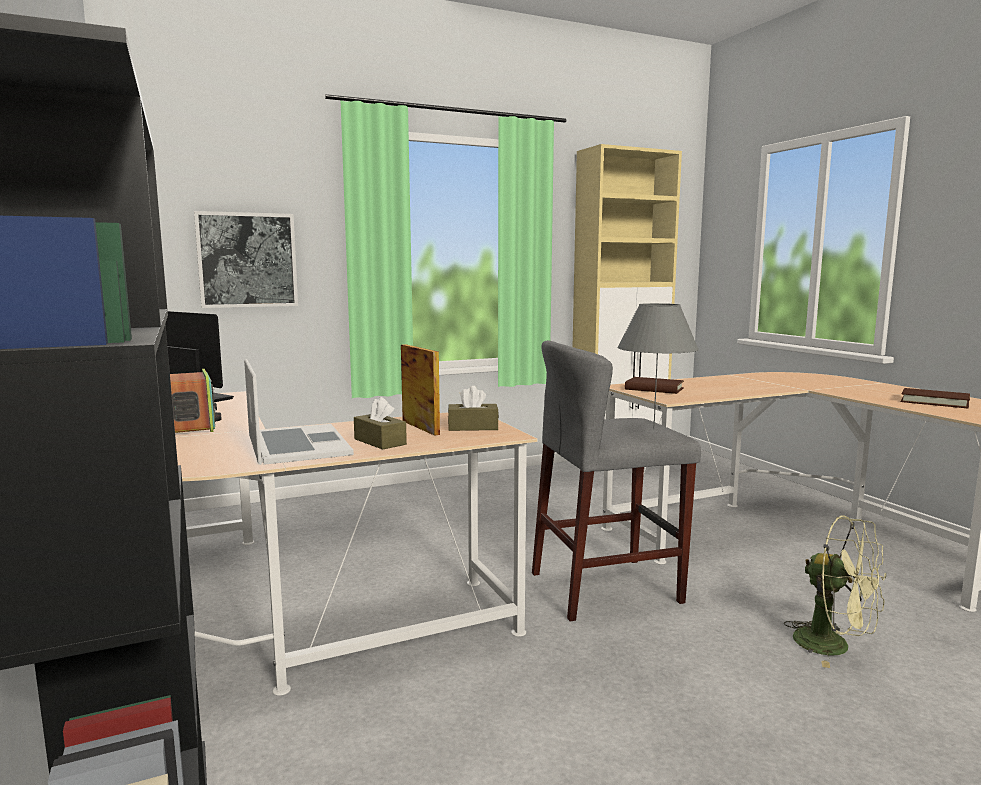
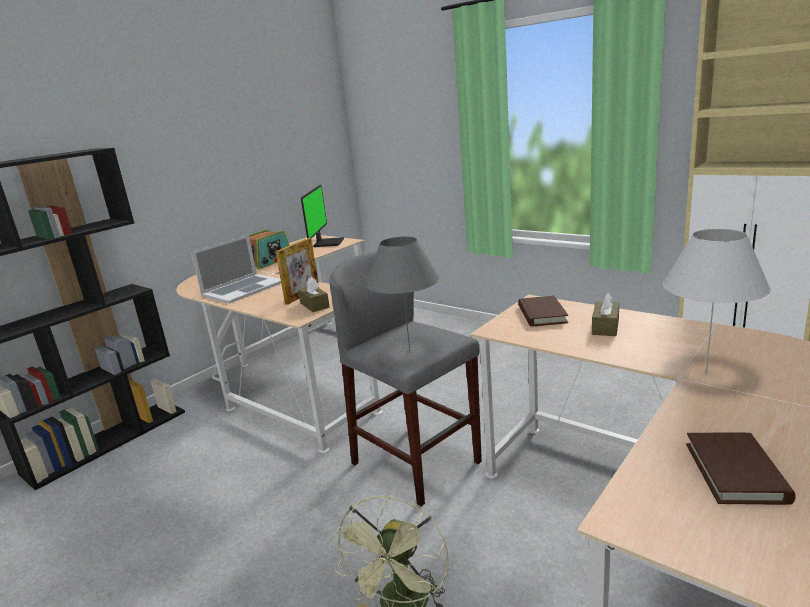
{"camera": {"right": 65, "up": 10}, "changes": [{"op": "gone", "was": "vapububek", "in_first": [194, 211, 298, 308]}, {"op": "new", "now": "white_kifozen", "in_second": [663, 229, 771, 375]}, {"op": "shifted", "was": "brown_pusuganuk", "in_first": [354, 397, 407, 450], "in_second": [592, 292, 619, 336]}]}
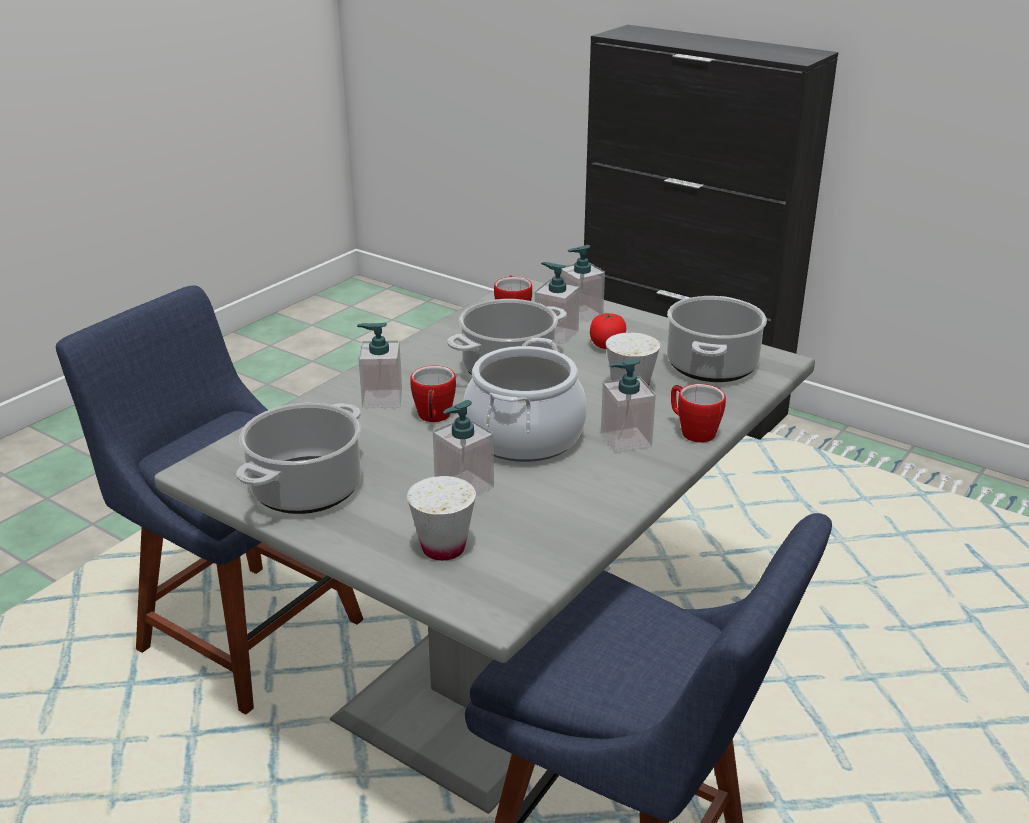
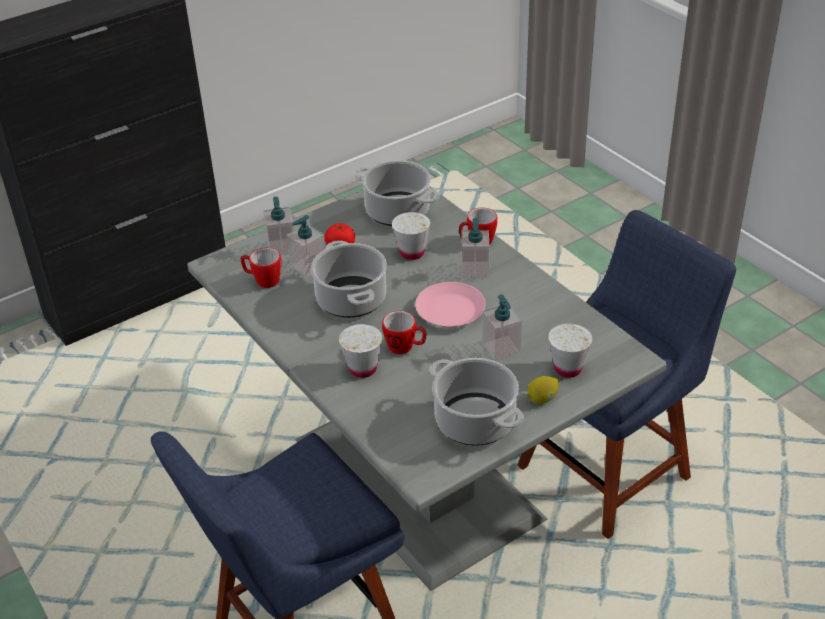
{"camera": {"right": -70, "up": 10}, "changes": [{"op": "new", "now": "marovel", "in_second": [527, 376, 560, 404]}, {"op": "swapped", "was": "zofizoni", "now": "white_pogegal", "in_first": [357, 323, 402, 408], "in_second": [339, 324, 382, 378]}, {"op": "swapped", "was": "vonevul", "now": "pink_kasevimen", "in_first": [464, 338, 587, 462], "in_second": [415, 282, 486, 327]}]}
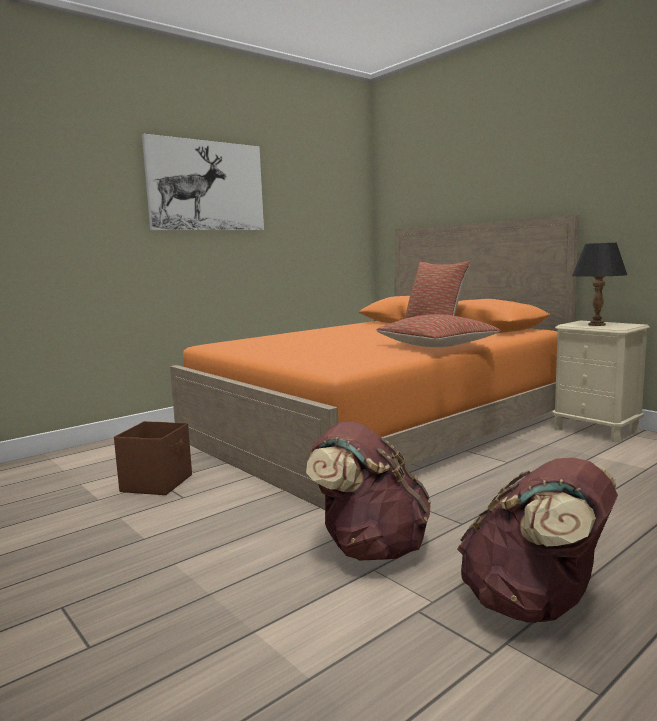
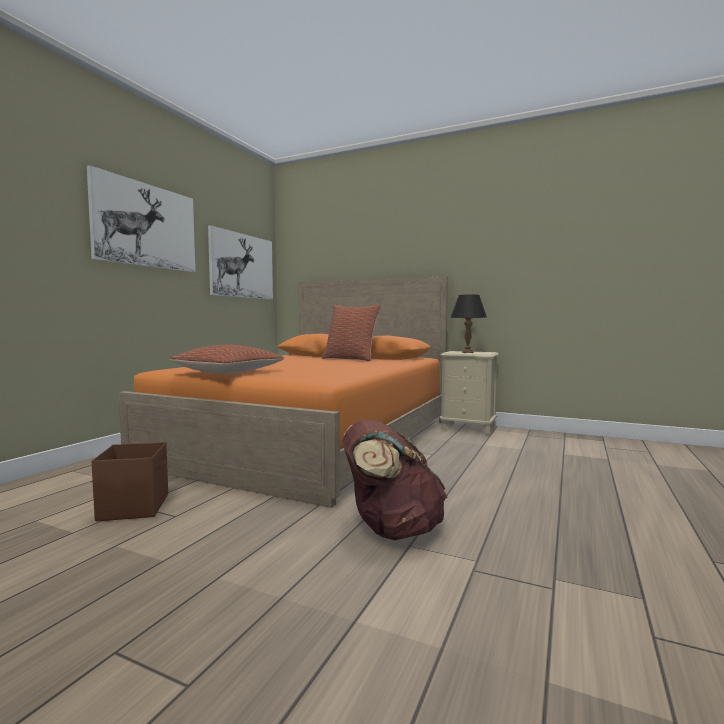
{"camera": {"right": -25, "up": -5}, "changes": [{"op": "gone", "was": "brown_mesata", "in_first": [457, 457, 618, 623]}, {"op": "new", "now": "vapububek", "in_second": [208, 225, 273, 299]}, {"op": "shifted", "was": "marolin", "in_first": [376, 314, 500, 347], "in_second": [169, 345, 284, 374]}]}
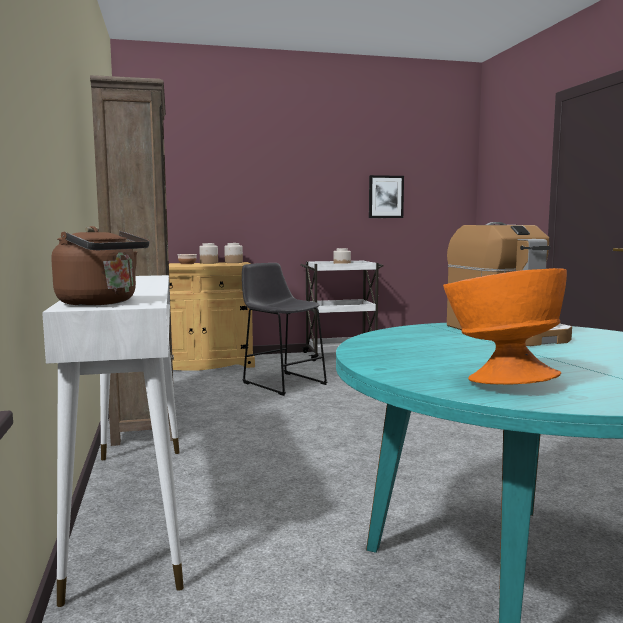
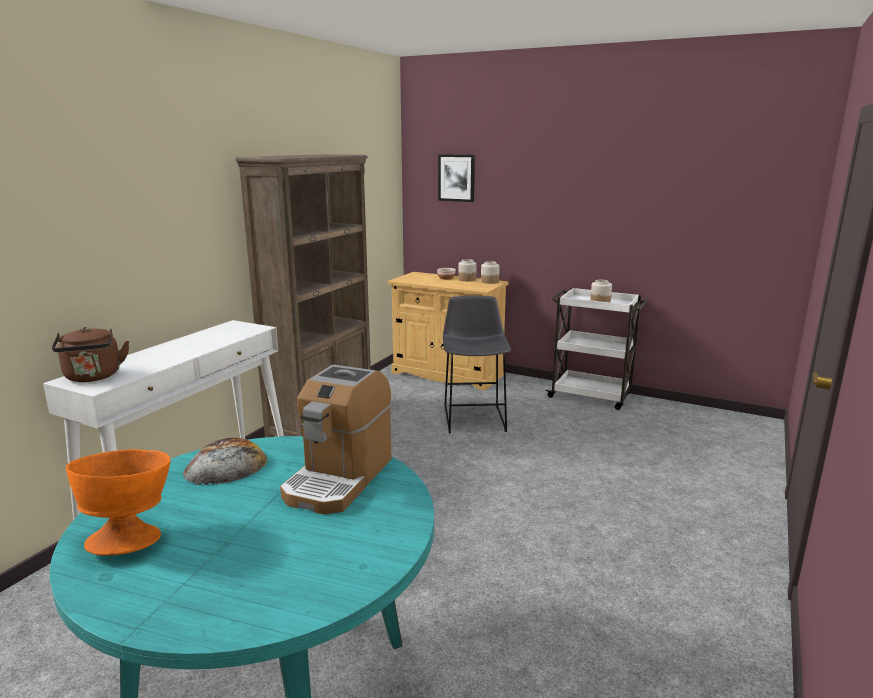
{"camera": {"right": 40, "up": 10}, "changes": [{"op": "new", "now": "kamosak", "in_second": [183, 437, 267, 485]}, {"op": "shifted", "was": "vapububek", "in_first": [369, 175, 404, 218], "in_second": [438, 154, 475, 202]}]}
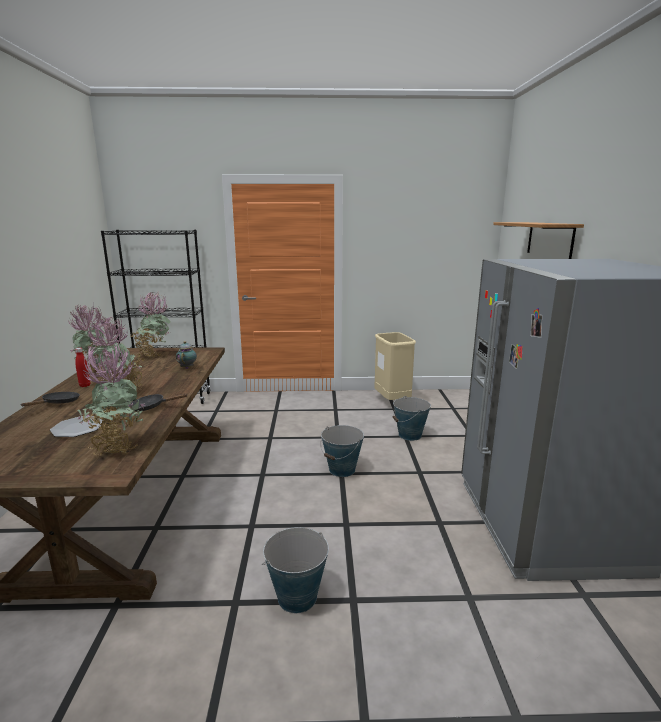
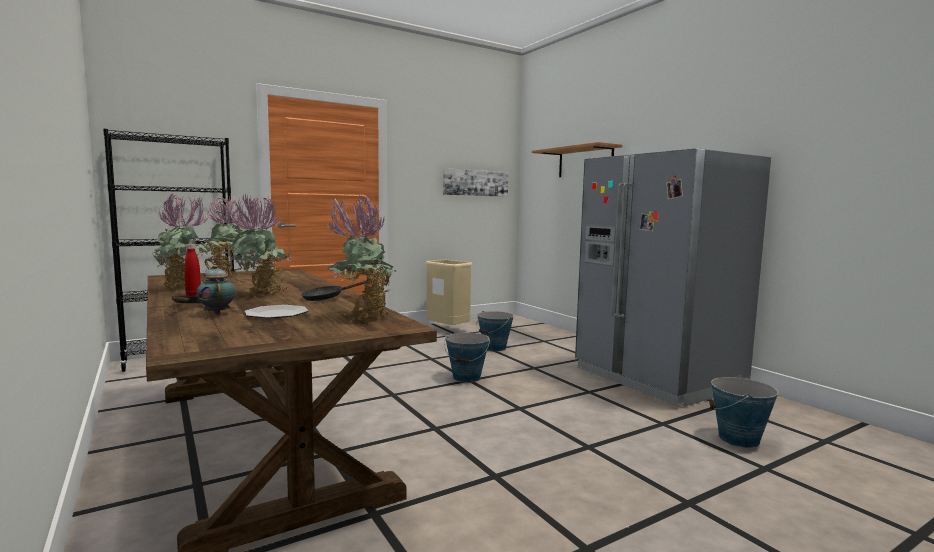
{"camera": {"right": -30, "up": -10}, "changes": [{"op": "new", "now": "vapububek", "in_second": [443, 168, 508, 197]}, {"op": "shifted", "was": "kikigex", "in_first": [176, 341, 197, 369], "in_second": [197, 265, 236, 315]}, {"op": "shifted", "was": "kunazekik", "in_first": [262, 527, 329, 613], "in_second": [709, 375, 778, 448]}]}
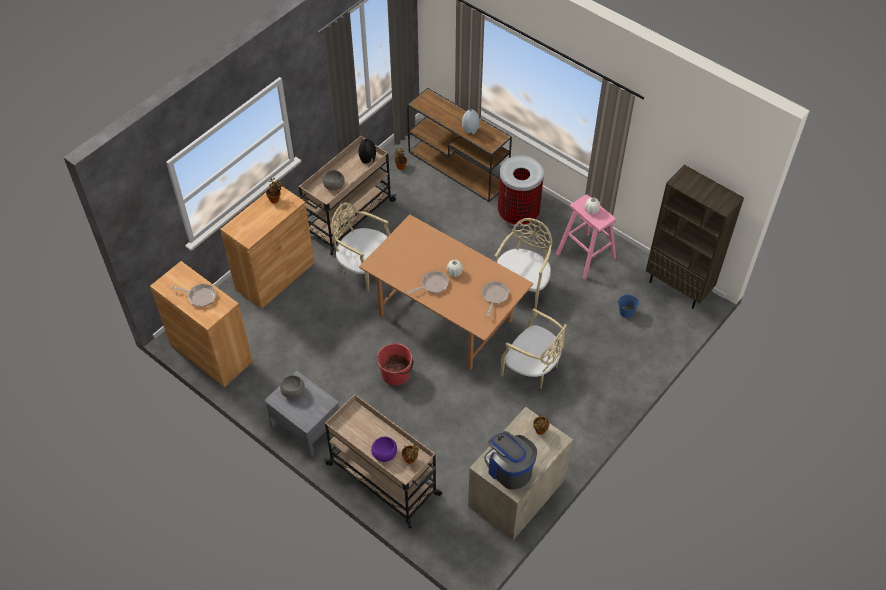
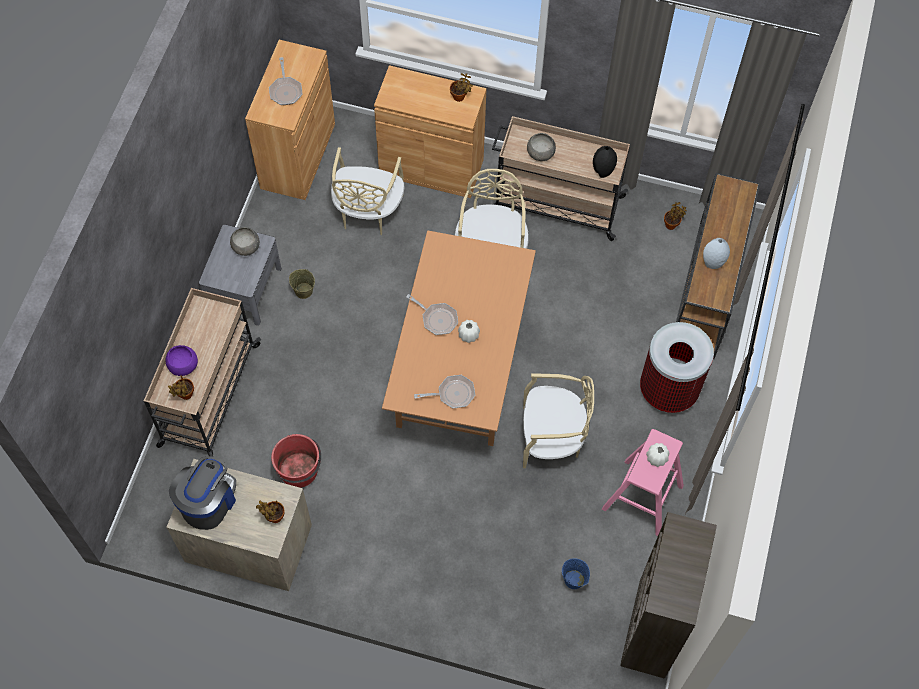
{"camera": {"right": 65, "up": 10}, "changes": [{"op": "new", "now": "beige_kunazekik", "in_second": [289, 269, 315, 299]}, {"op": "shifted", "was": "red_kunazekik", "in_first": [377, 343, 413, 386], "in_second": [271, 434, 321, 488]}, {"op": "shifted", "was": "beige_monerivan", "in_first": [501, 308, 567, 389], "in_second": [331, 147, 404, 235]}]}
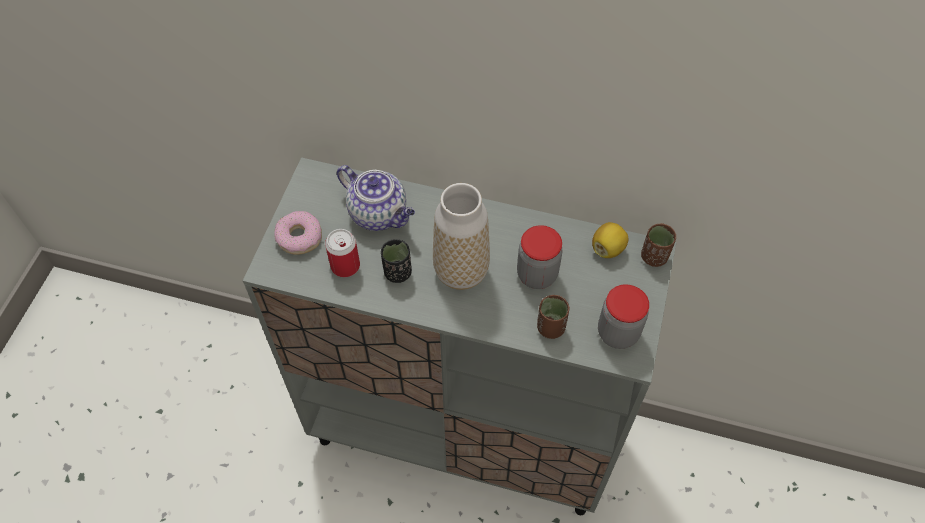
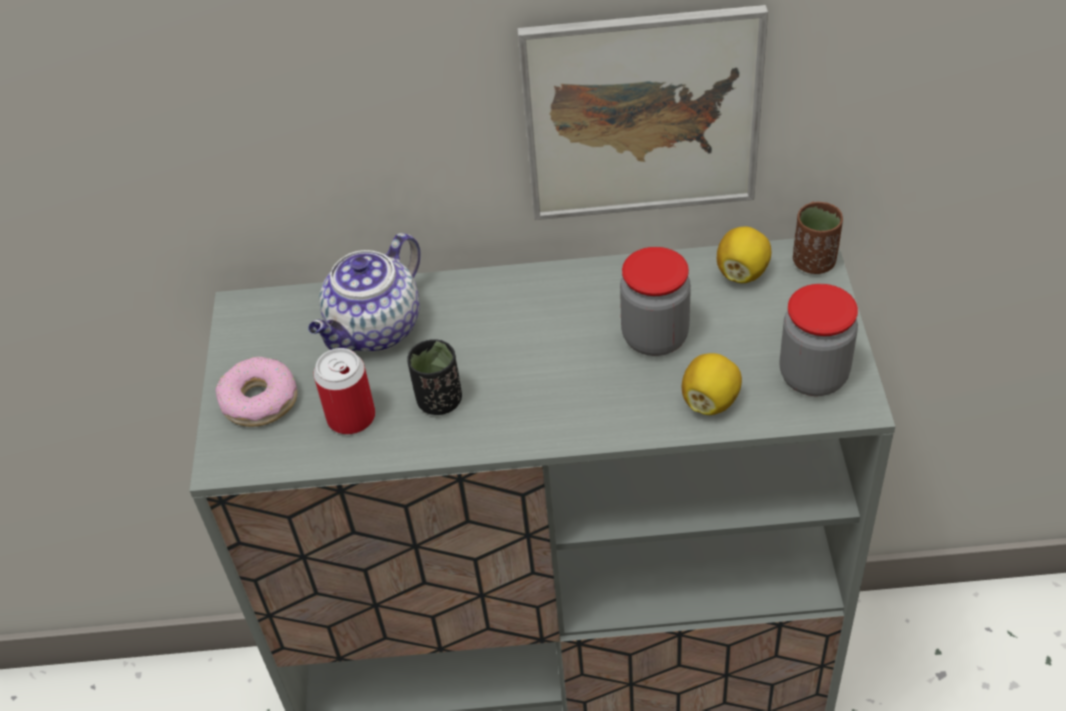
{"camera": {"right": -15, "up": -10}, "changes": [{"op": "gone", "was": "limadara", "in_first": [433, 183, 490, 290]}, {"op": "new", "now": "vapububek", "in_second": [517, 5, 768, 220]}, {"op": "swapped", "was": "brown_pogegal", "now": "marovel", "in_first": [537, 295, 570, 339], "in_second": [682, 353, 742, 415]}, {"op": "rotated", "was": "kikigex", "in_first": [337, 165, 415, 231], "in_second": [308, 233, 421, 351], "clockwise": 105}]}
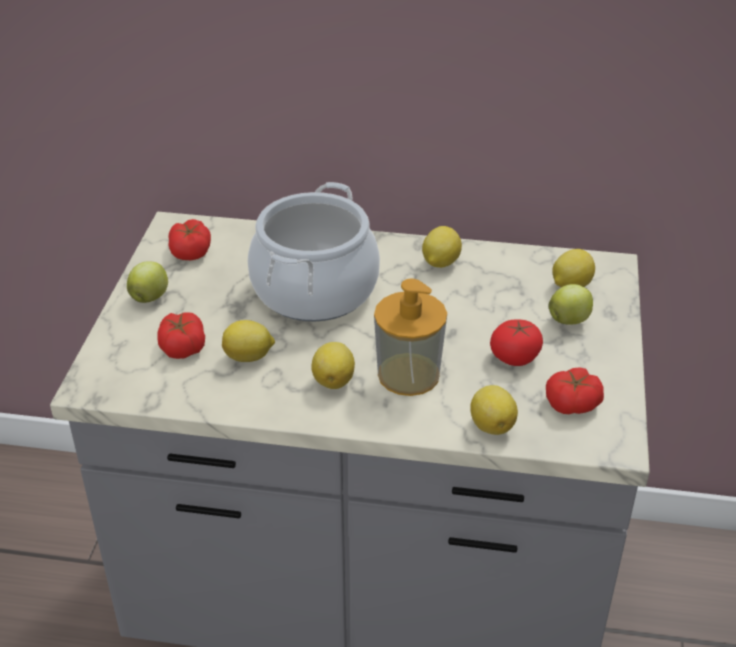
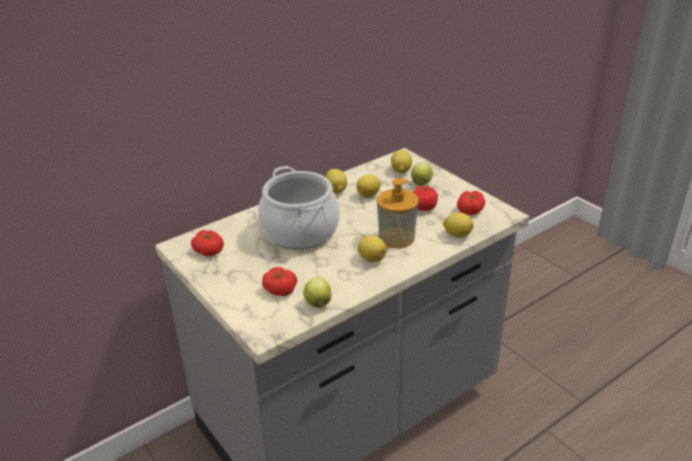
{"camera": {"right": -45, "up": -5}, "changes": [{"op": "shifted", "was": "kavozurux", "in_first": [127, 262, 168, 303], "in_second": [303, 277, 332, 308]}, {"op": "shifted", "was": "marovel", "in_first": [222, 320, 275, 362], "in_second": [357, 174, 381, 198]}]}
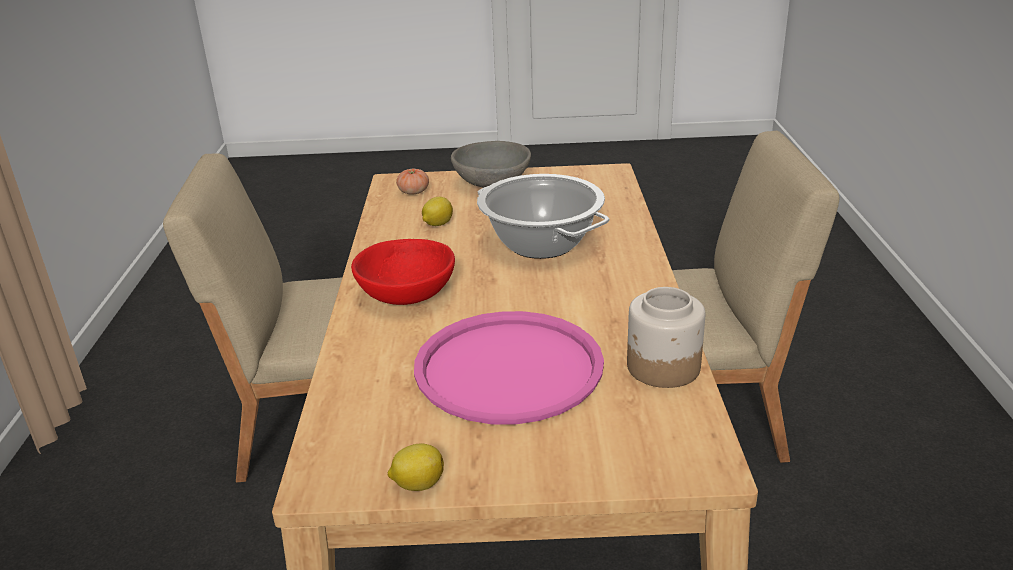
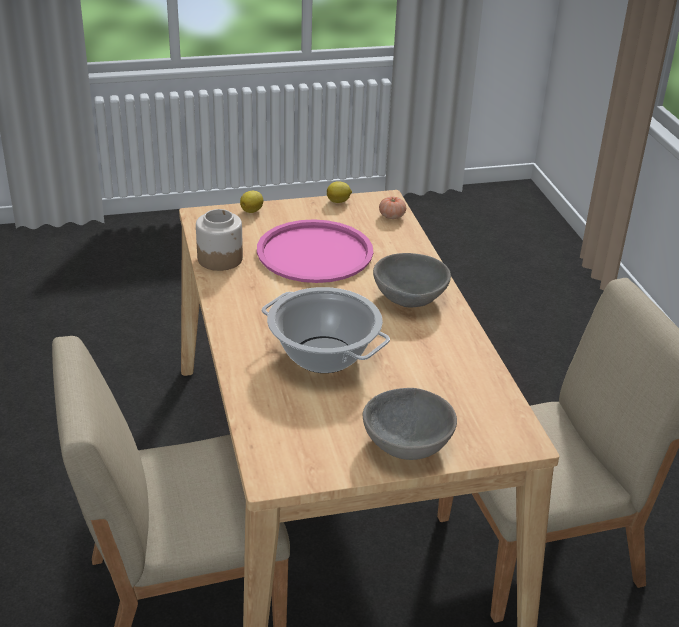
{"camera": {"right": 165, "up": 5}, "changes": [{"op": "shifted", "was": "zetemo", "in_first": [396, 169, 429, 195], "in_second": [379, 197, 406, 219]}, {"op": "shifted", "was": "marovel", "in_first": [422, 197, 453, 226], "in_second": [240, 191, 263, 213]}, {"op": "repainted", "was": "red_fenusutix", "now": "grey_fenusutix", "in_first": [351, 239, 455, 305], "in_second": [373, 253, 451, 308]}]}
